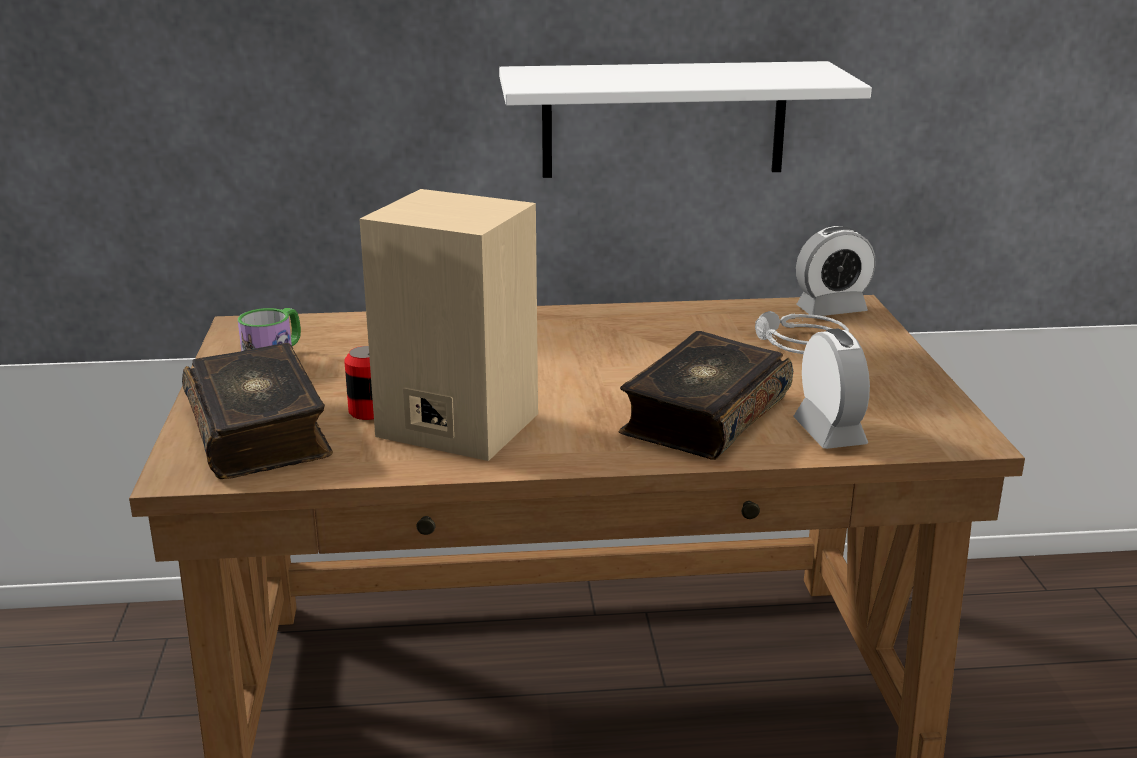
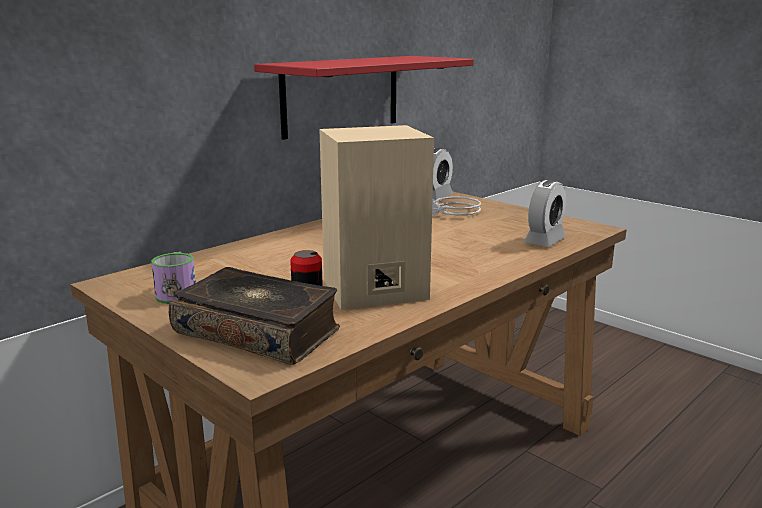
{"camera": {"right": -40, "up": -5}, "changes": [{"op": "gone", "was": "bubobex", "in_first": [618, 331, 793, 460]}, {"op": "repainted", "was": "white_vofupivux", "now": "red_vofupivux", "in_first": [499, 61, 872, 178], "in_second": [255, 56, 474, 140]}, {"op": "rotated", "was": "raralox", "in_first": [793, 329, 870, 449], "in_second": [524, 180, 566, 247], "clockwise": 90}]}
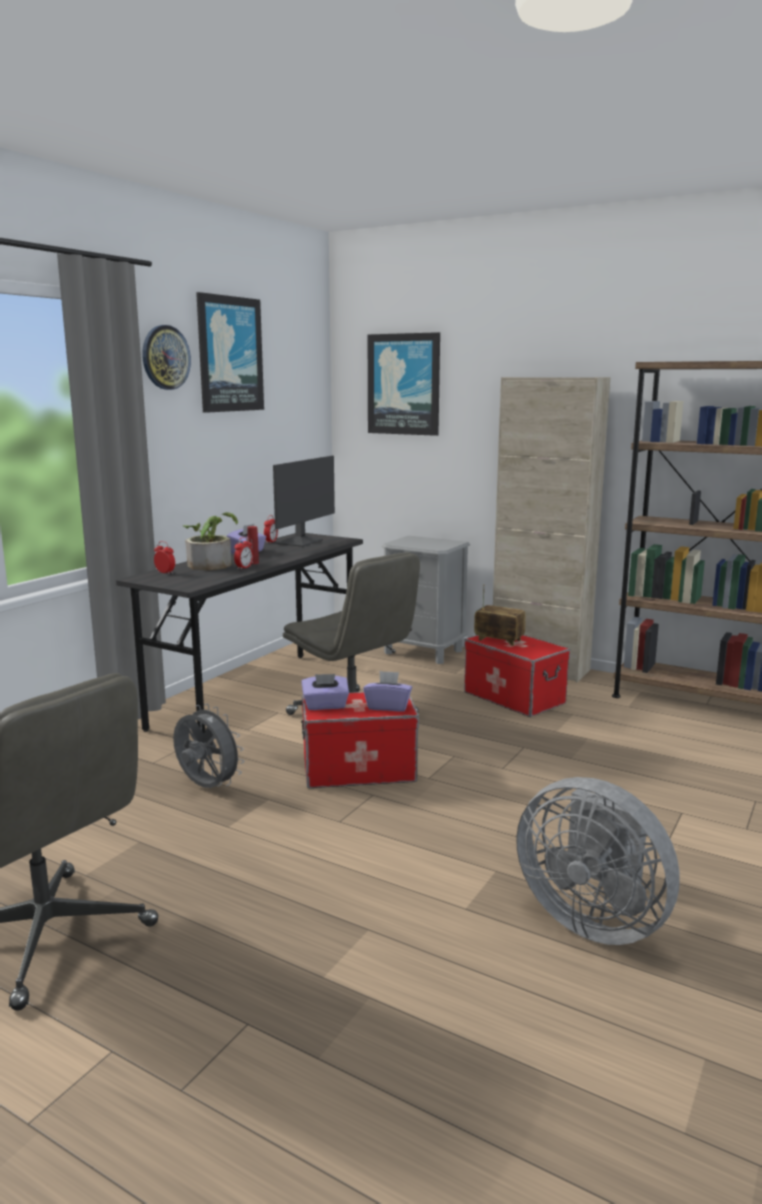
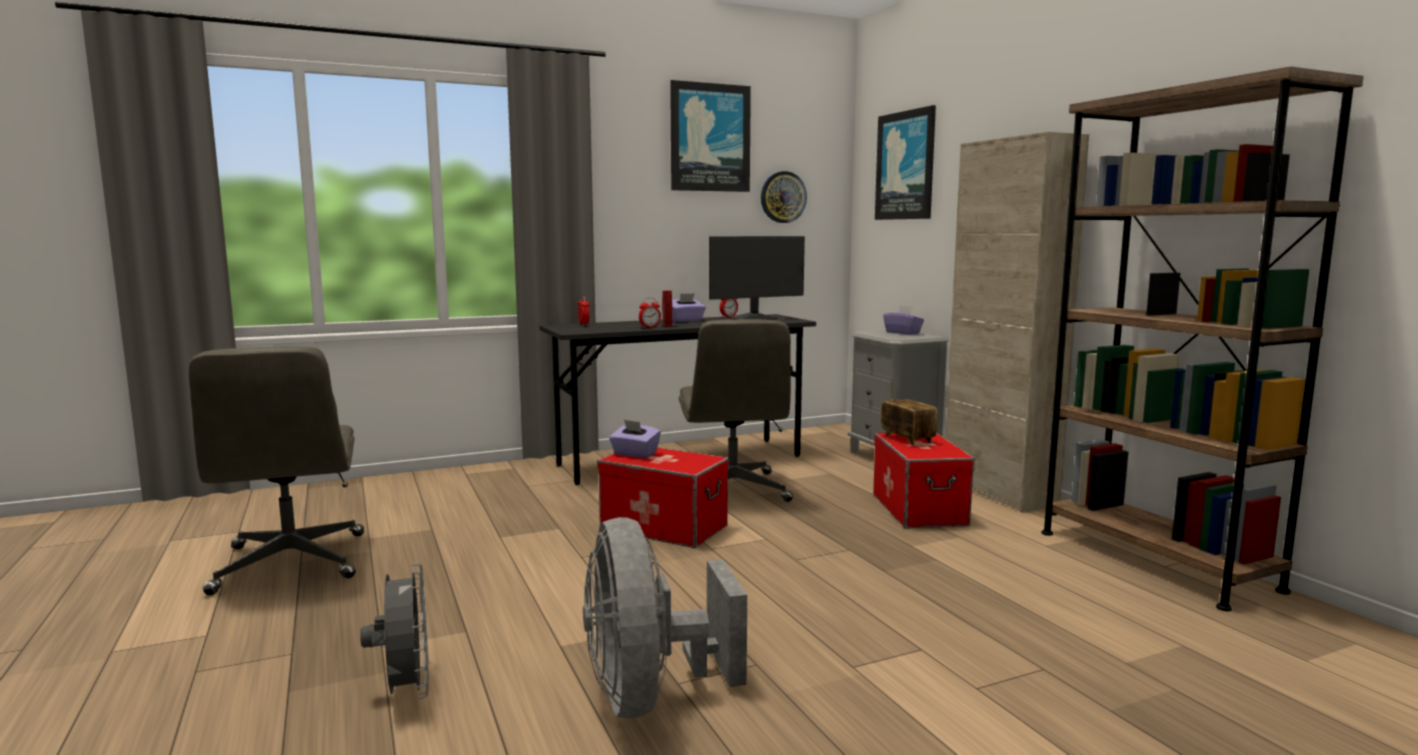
{"camera": {"right": 35, "up": -5}, "changes": [{"op": "gone", "was": "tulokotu", "in_first": [183, 512, 238, 570]}, {"op": "shifted", "was": "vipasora", "in_first": [142, 325, 191, 390], "in_second": [761, 171, 807, 223]}, {"op": "shifted", "was": "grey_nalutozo", "in_first": [173, 704, 244, 788], "in_second": [360, 563, 429, 699]}, {"op": "shifted", "was": "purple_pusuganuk", "in_first": [363, 671, 412, 711], "in_second": [883, 305, 924, 335]}]}
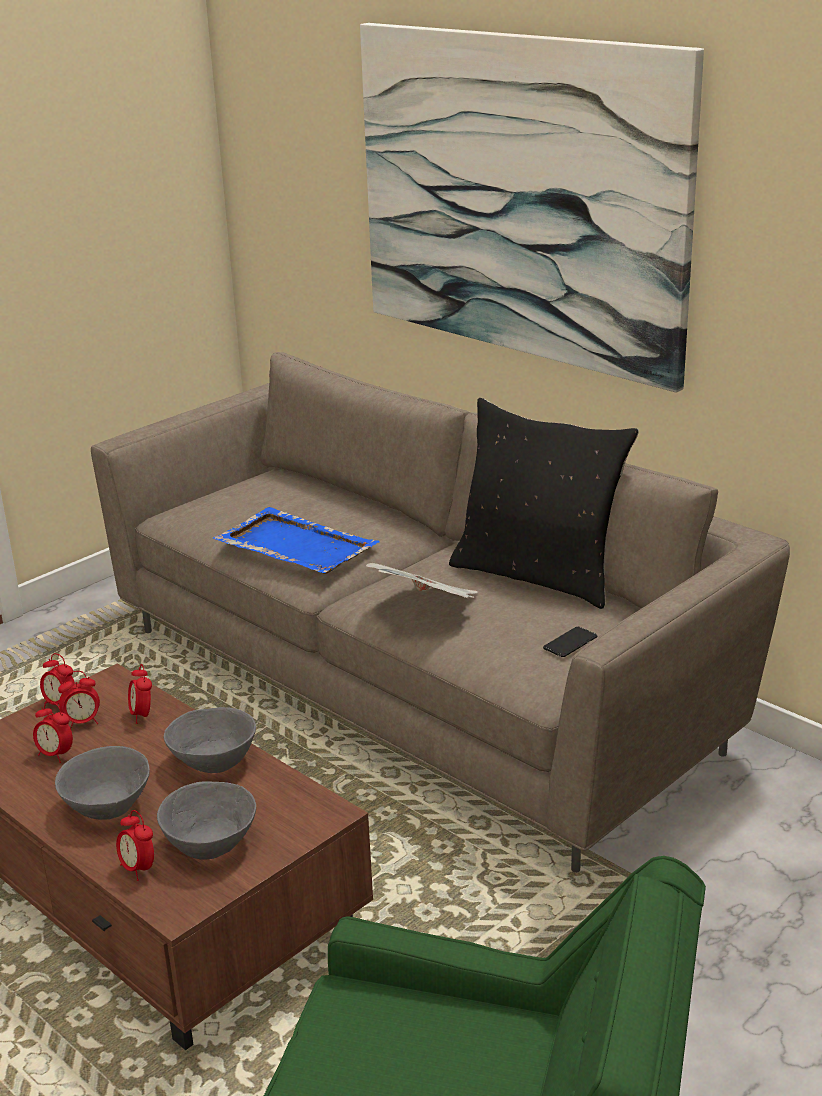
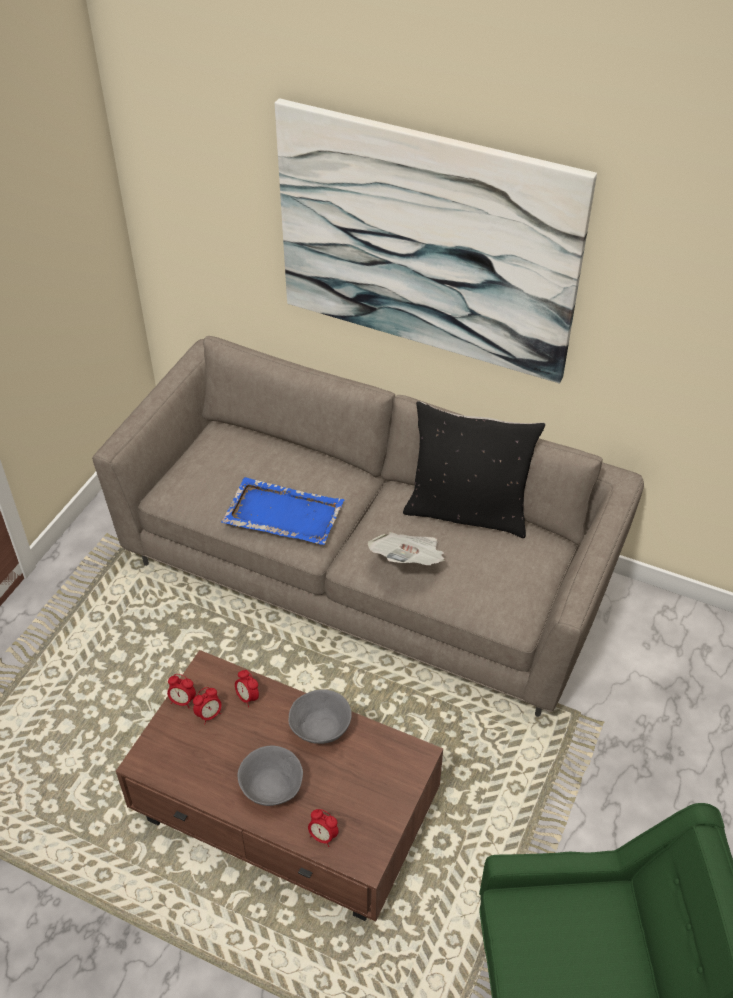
{"camera": {"right": -20, "up": 20}, "changes": [{"op": "gone", "was": "raralox", "in_first": [33, 701, 73, 763]}, {"op": "gone", "was": "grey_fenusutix", "in_first": [157, 782, 256, 860]}, {"op": "gone", "was": "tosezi", "in_first": [543, 627, 598, 657]}]}
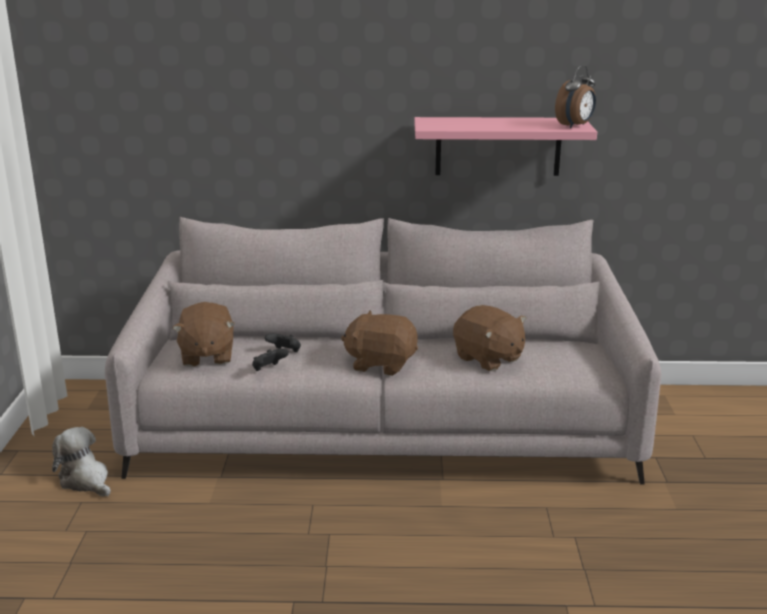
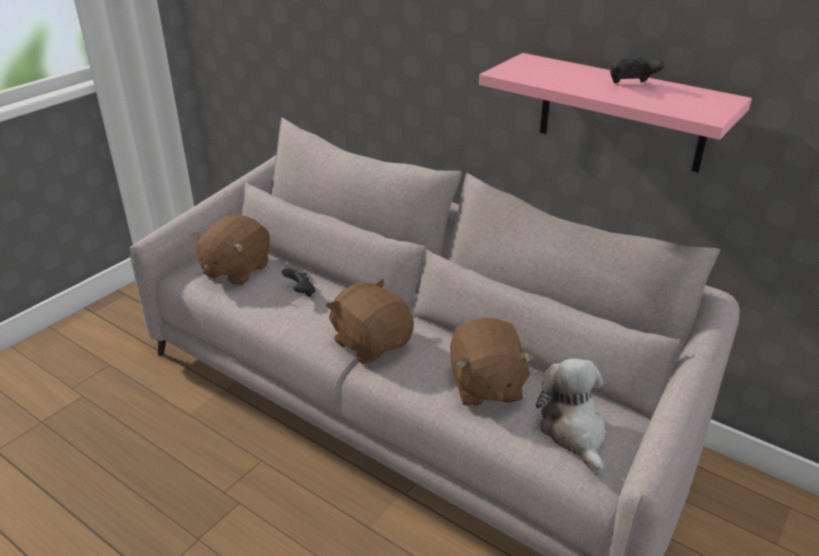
{"camera": {"right": 35, "up": 10}, "changes": [{"op": "gone", "was": "raralox", "in_first": [555, 65, 596, 128]}, {"op": "shifted", "was": "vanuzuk", "in_first": [52, 427, 110, 497], "in_second": [536, 358, 606, 474]}, {"op": "shifted", "was": "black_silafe", "in_first": [252, 348, 289, 371], "in_second": [610, 57, 664, 84]}]}
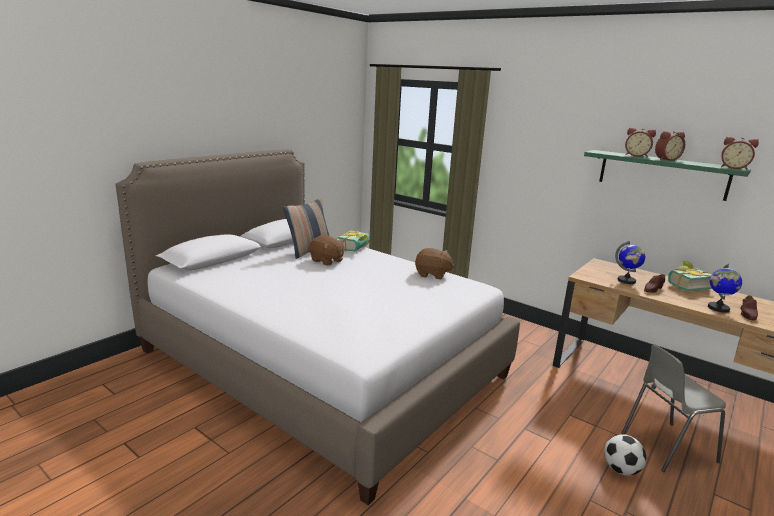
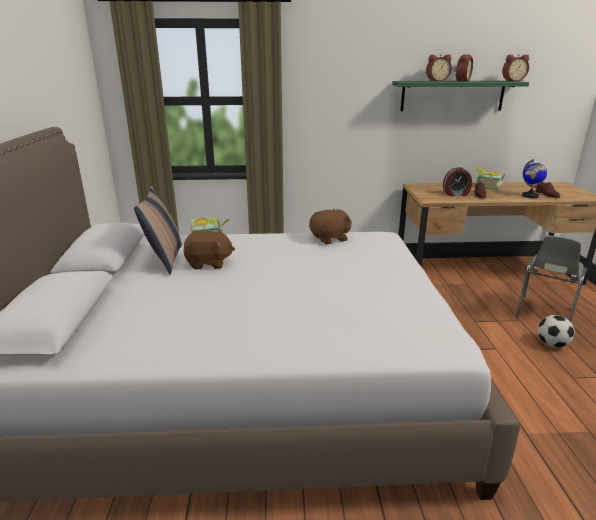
{"camera": {"right": -40, "up": 5}, "changes": [{"op": "swapped", "was": "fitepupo", "now": "raralox", "in_first": [615, 241, 645, 284], "in_second": [443, 167, 472, 196]}]}
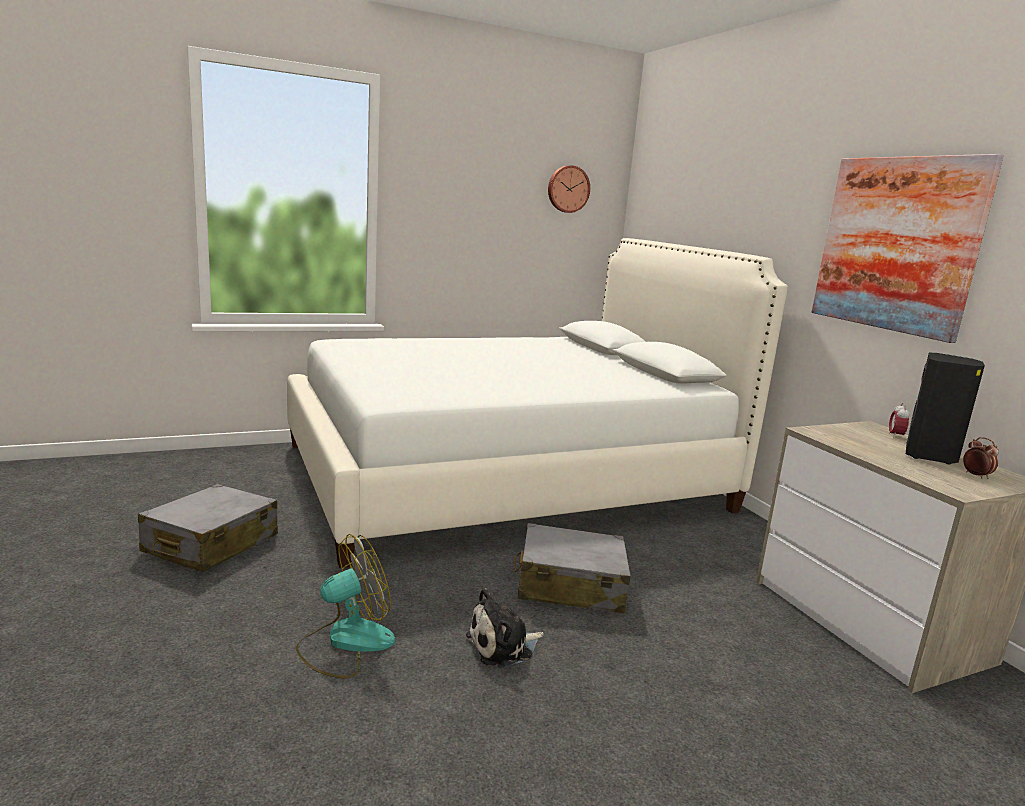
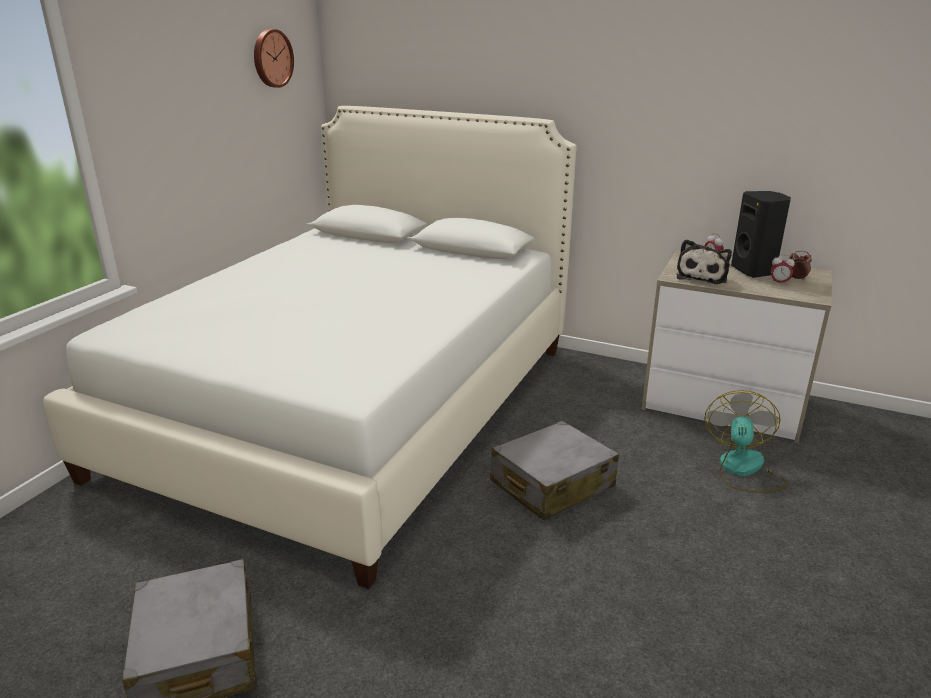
{"camera": {"right": -40, "up": 10}, "changes": [{"op": "gone", "was": "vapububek", "in_first": [812, 154, 1003, 343]}, {"op": "new", "now": "raralox", "in_second": [771, 255, 795, 284]}, {"op": "shifted", "was": "nalutozo", "in_first": [296, 534, 395, 678], "in_second": [704, 390, 788, 493]}, {"op": "shifted", "was": "vanuzuk", "in_first": [466, 588, 544, 668], "in_second": [677, 239, 732, 284]}]}
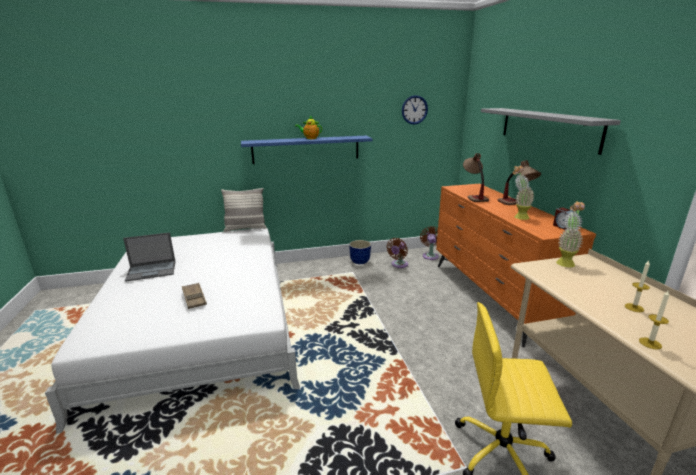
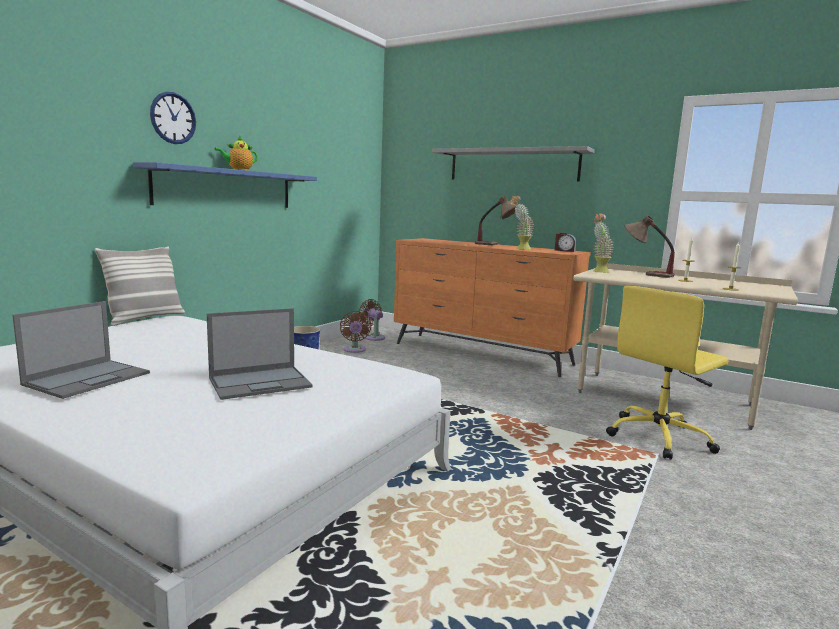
{"camera": {"right": -45, "up": -10}, "changes": [{"op": "shifted", "was": "vipasora", "in_first": [402, 95, 428, 125], "in_second": [150, 92, 196, 144]}, {"op": "shifted", "was": "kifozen", "in_first": [463, 153, 489, 202], "in_second": [624, 216, 675, 278]}, {"op": "swapped", "was": "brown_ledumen", "now": "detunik", "in_first": [182, 283, 207, 309], "in_second": [207, 308, 313, 400]}]}
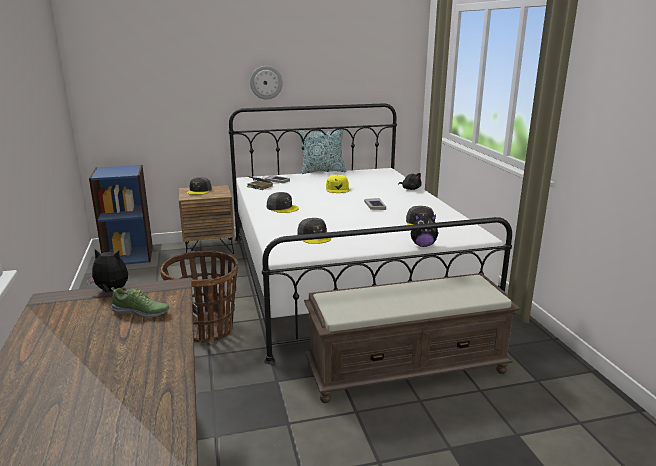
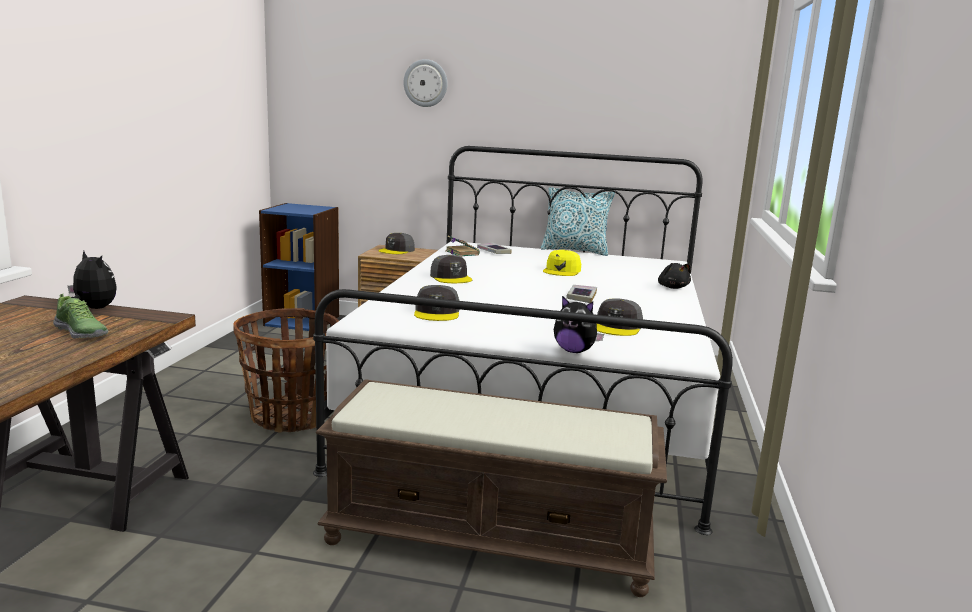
{"camera": {"right": 25, "up": -5}, "changes": [{"op": "shifted", "was": "vipasora", "in_first": [250, 66, 283, 100], "in_second": [403, 59, 448, 107]}]}
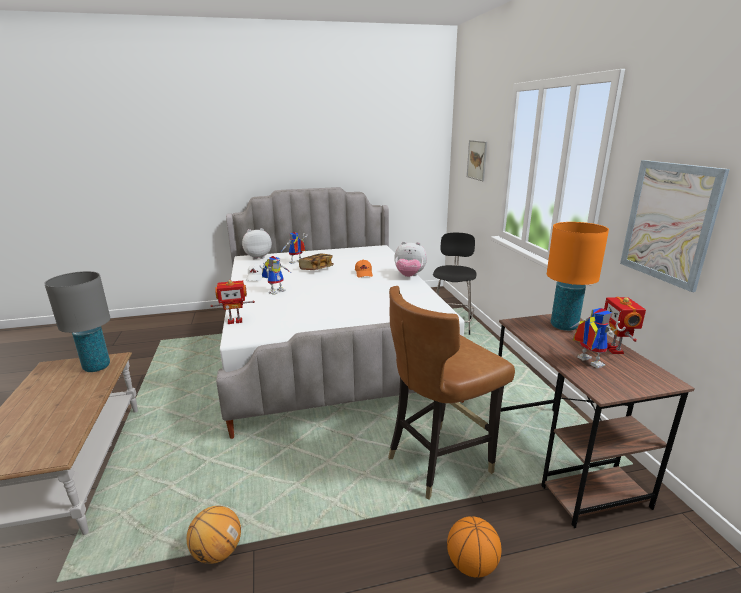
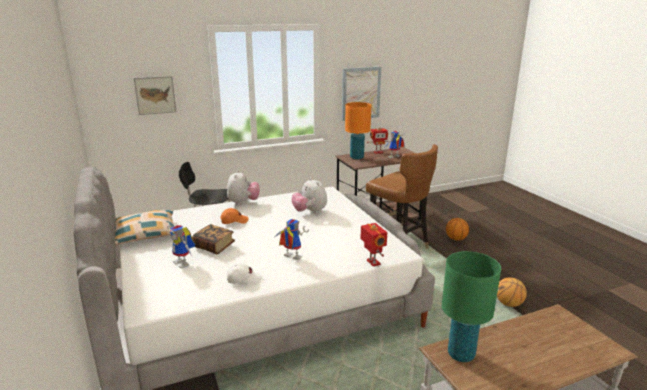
{"camera": {"right": -100, "up": 0}, "changes": [{"op": "new", "now": "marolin", "in_second": [115, 210, 174, 245]}, {"op": "shifted", "was": "vanuzuk", "in_first": [242, 228, 272, 259], "in_second": [292, 178, 327, 214]}, {"op": "repainted", "was": "grey_kifozen", "now": "green_kifozen", "in_first": [44, 271, 110, 372], "in_second": [442, 251, 501, 362]}]}
